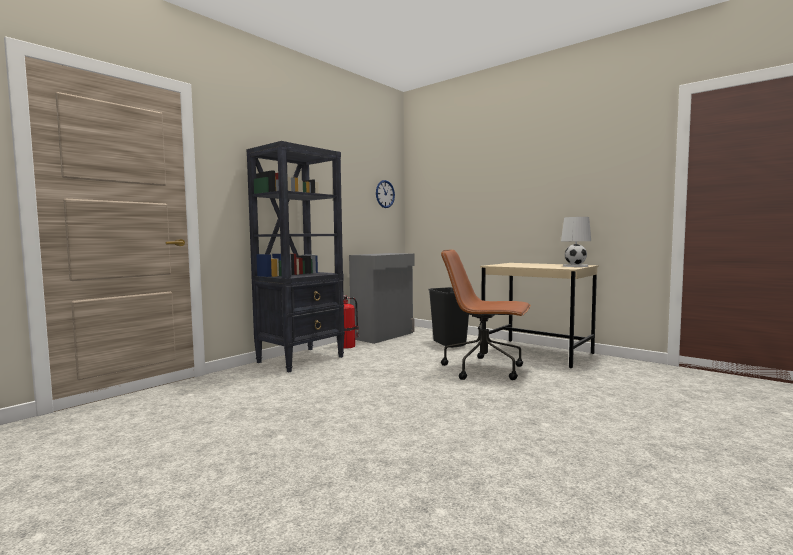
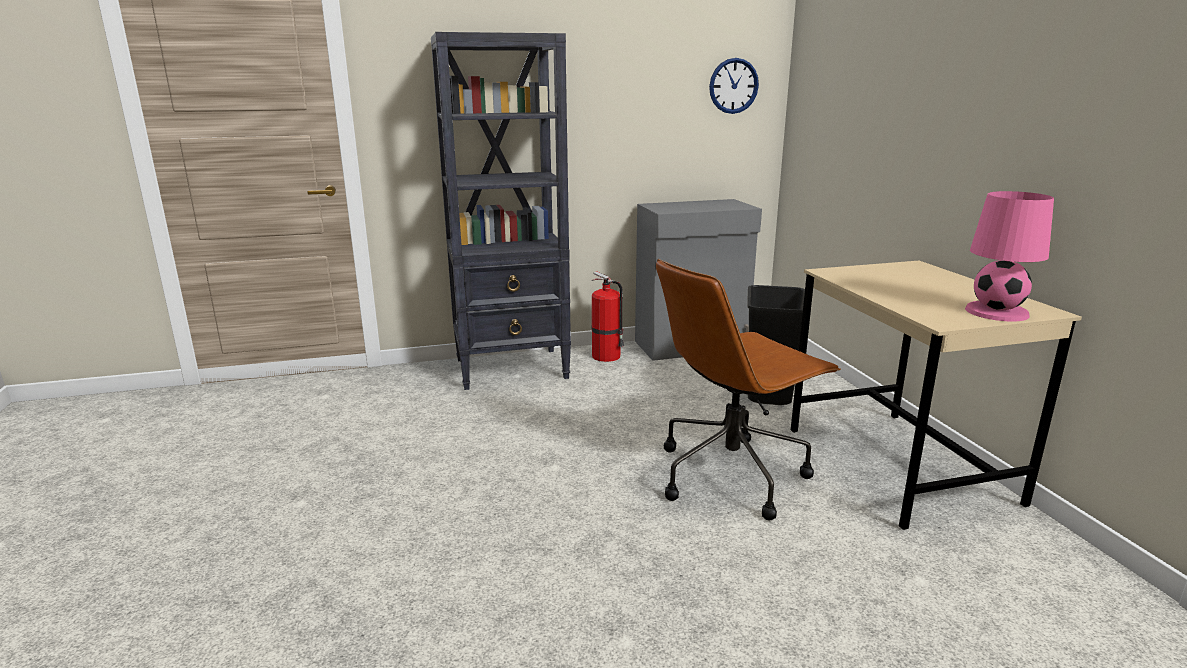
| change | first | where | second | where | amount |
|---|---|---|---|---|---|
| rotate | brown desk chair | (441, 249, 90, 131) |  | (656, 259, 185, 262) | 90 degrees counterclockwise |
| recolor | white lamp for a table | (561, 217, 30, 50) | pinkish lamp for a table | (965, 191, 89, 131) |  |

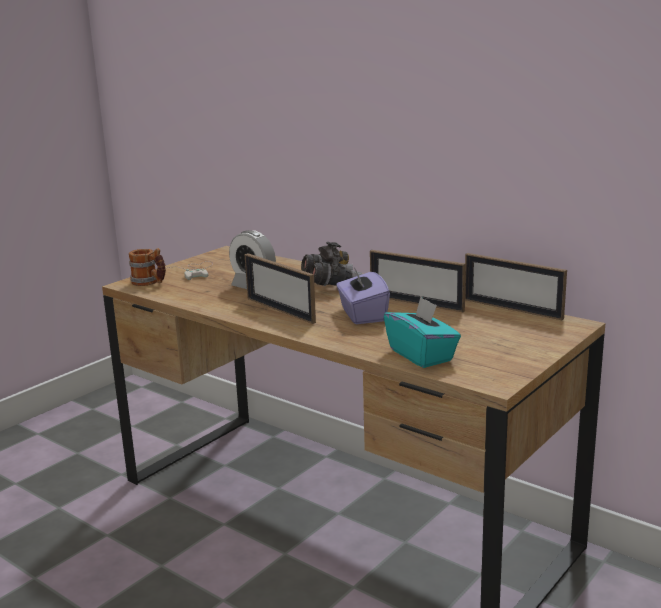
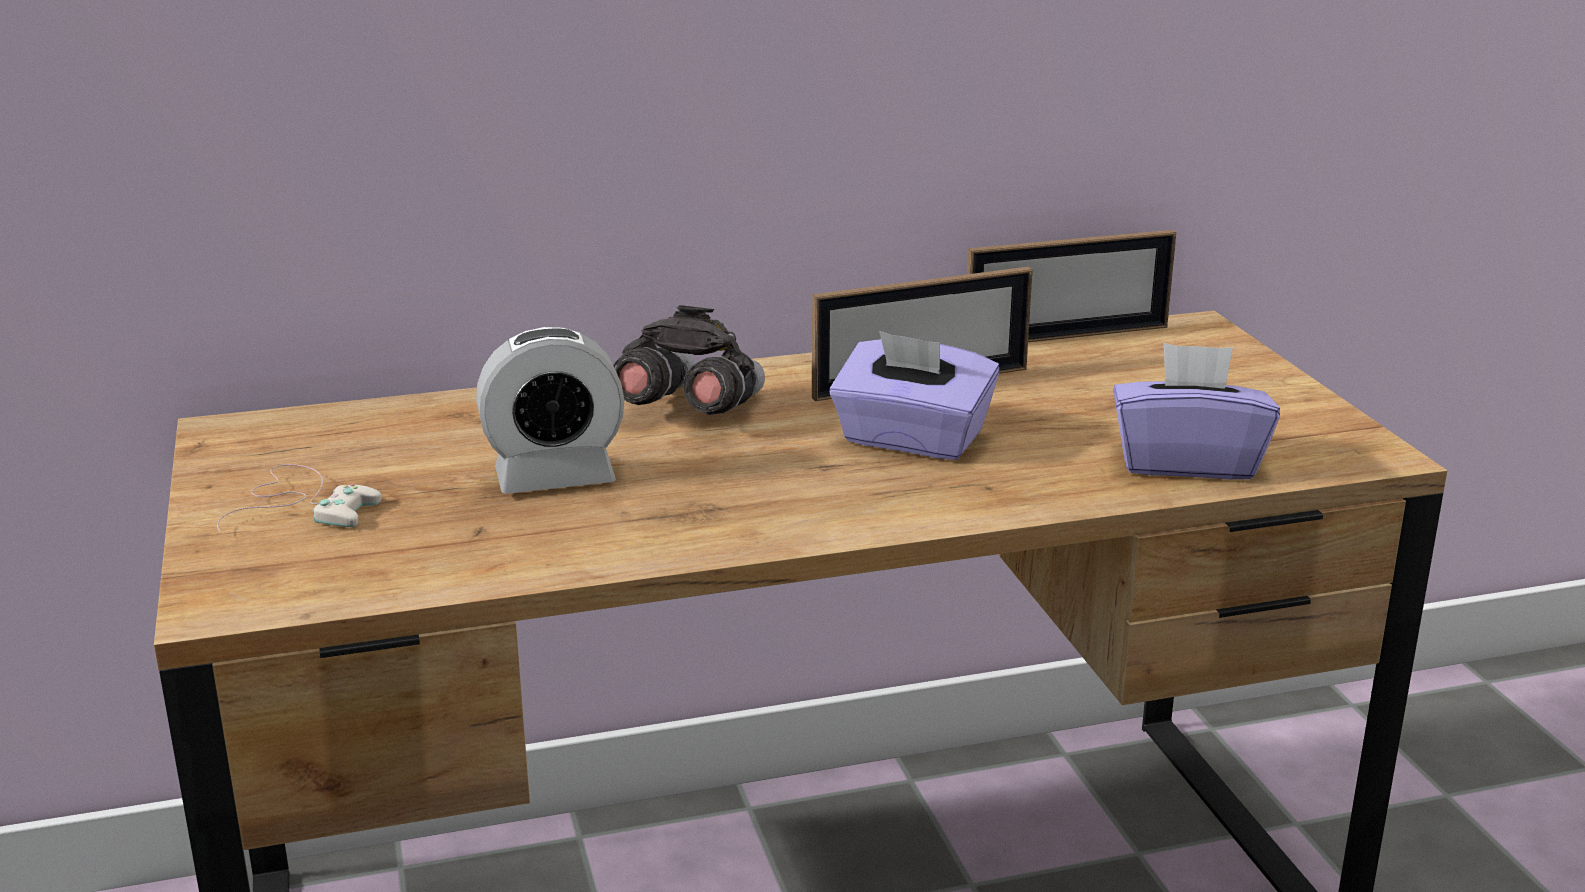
| change | first | where | second | where | amount |
|---|---|---|---|---|---|
| delete | tea mug | (129, 248, 37, 38) |  |  |  |
| delete | photo frame | (245, 253, 71, 71) |  |  |  |
| recolor | turquoise-coloured tissue holder | (384, 297, 77, 71) | purplish tissue holder | (1113, 343, 167, 137) |  |

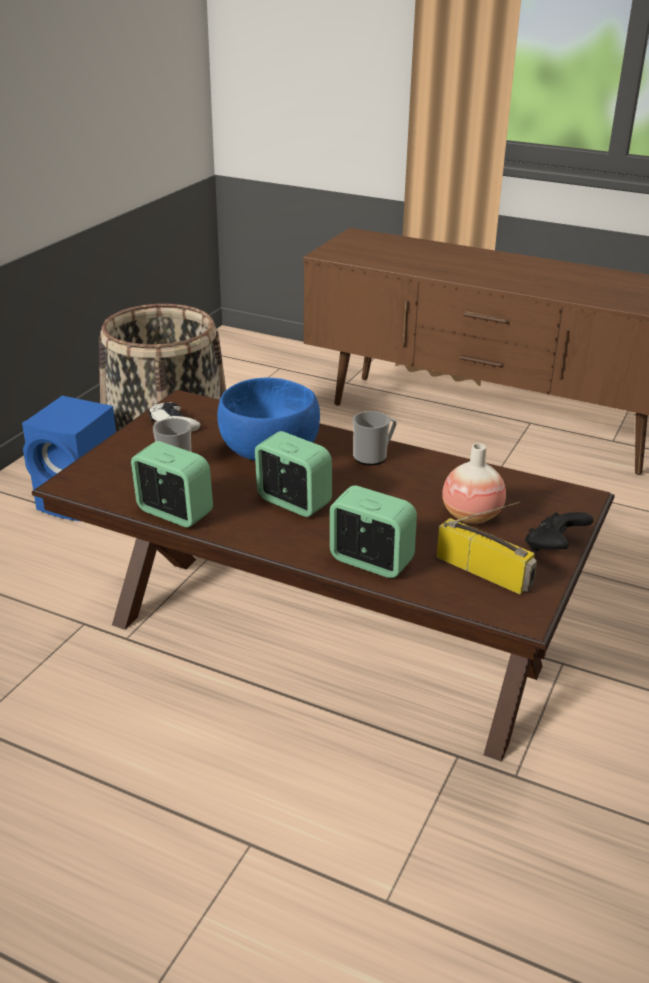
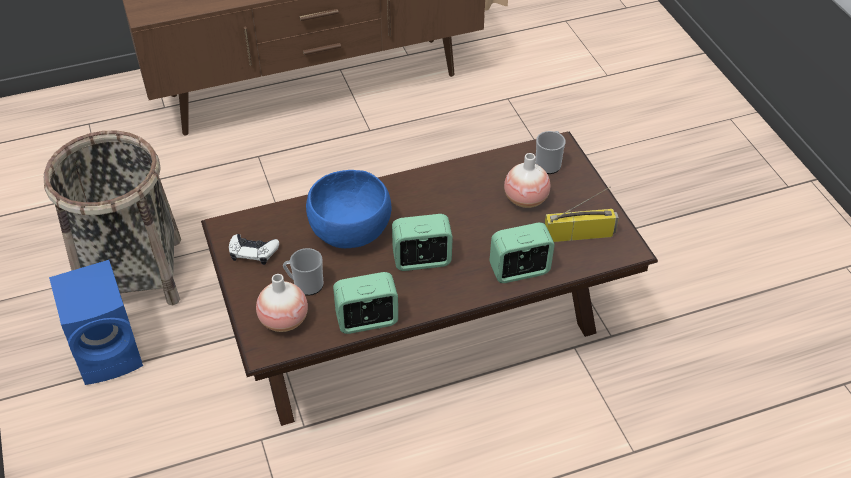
| change | first | where | second | where | amount |
|---|---|---|---|---|---|
| move | tea mug | (353, 411, 44, 55) |  | (535, 131, 31, 43) |  |
| delete | black-coloured gamepad | (525, 512, 69, 39) |  |  |  |
| insert |  |  | decorative vase | (256, 274, 52, 58) |  |

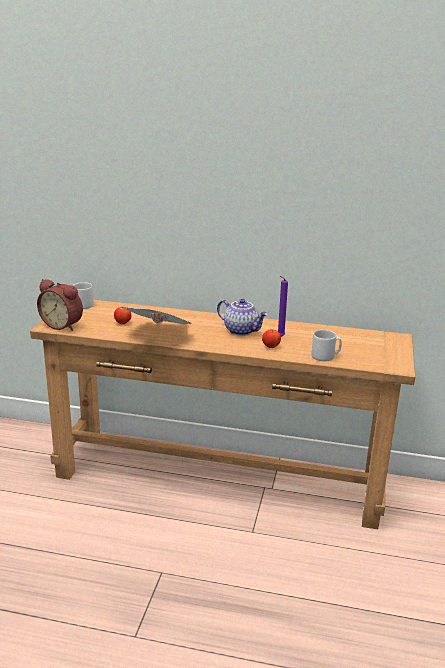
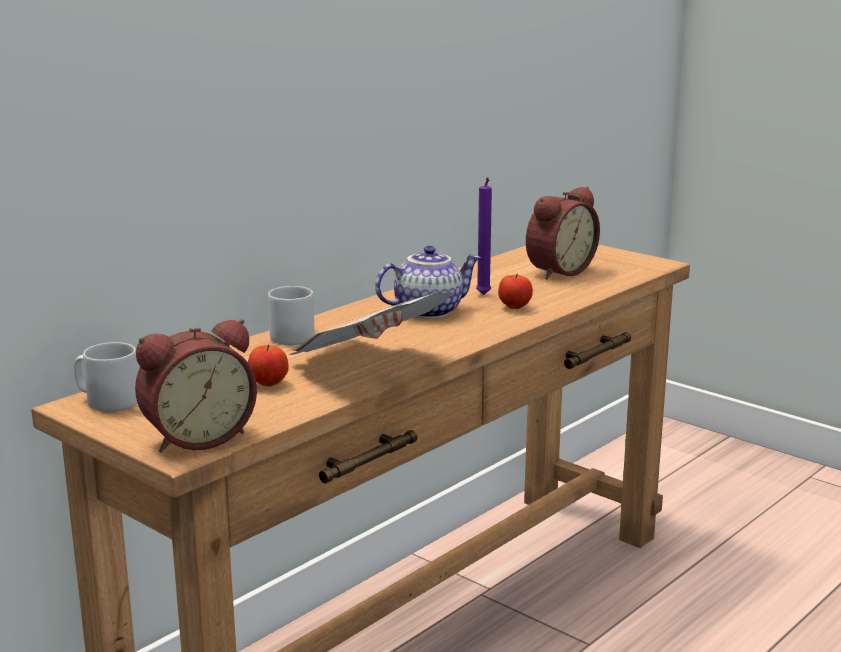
| change | first | where | second | where | amount |
|---|---|---|---|---|---|
| move | grey tea mug | (311, 330, 31, 31) |  | (268, 286, 47, 59) |  |
| insert |  |  | alarm clock | (526, 186, 74, 93) |  |

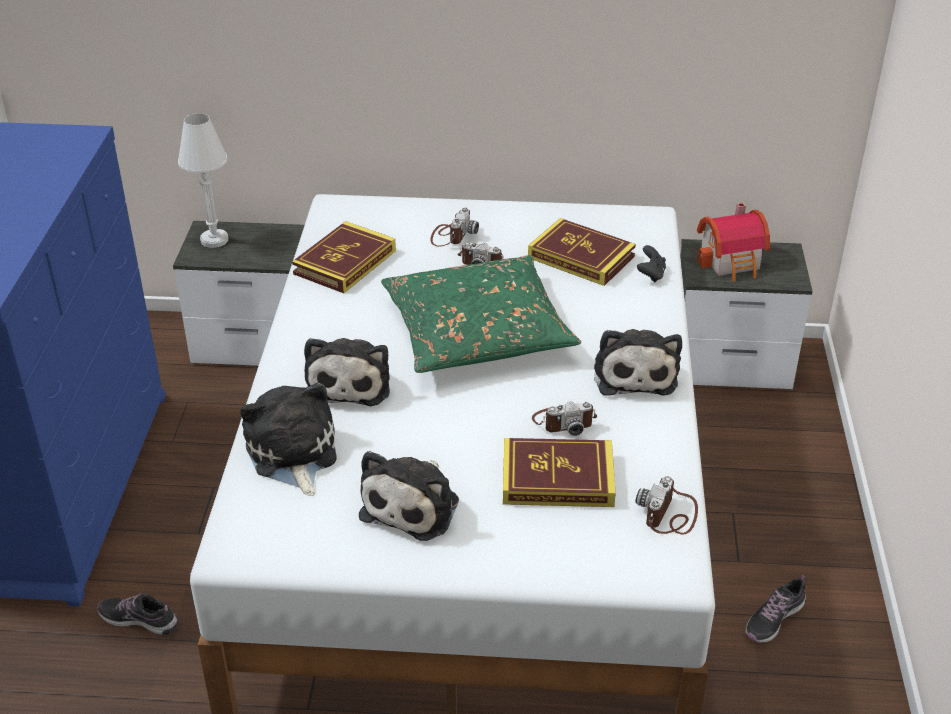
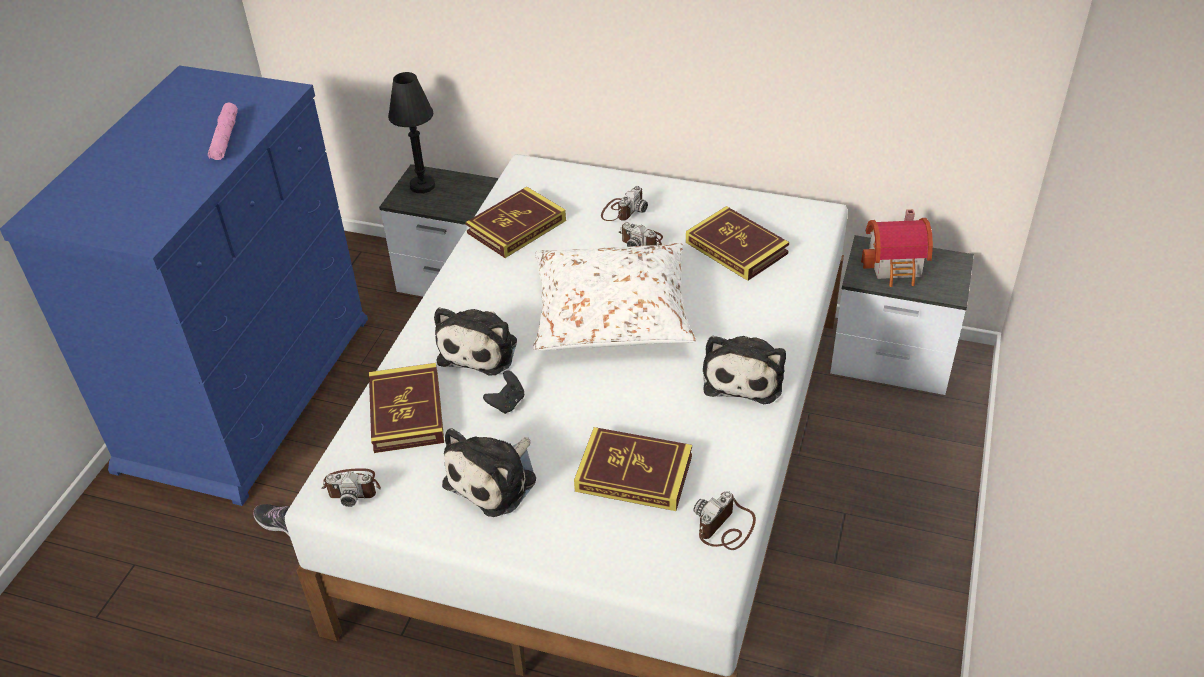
| change | first | where | second | where | amount |
|---|---|---|---|---|---|
| recolor | white lamp for a table | (178, 113, 50, 135) | black-coloured lamp for a table | (388, 72, 47, 121) |  |
| replace | cuddly toy | (240, 382, 97, 114) | volume | (369, 363, 75, 90) |  |
| recolor | green pillow | (381, 255, 200, 118) | white pillow | (533, 243, 163, 108) |  |
| move | photo camera | (532, 402, 65, 34) |  | (322, 468, 59, 39) |  |
| move | black-coloured gamepad | (637, 245, 29, 37) |  | (483, 370, 41, 44) |  |
| delete | low shoe | (745, 575, 61, 68) |  |  |  |
| insert |  |  | pinkish flashlight | (208, 103, 30, 57) |  |

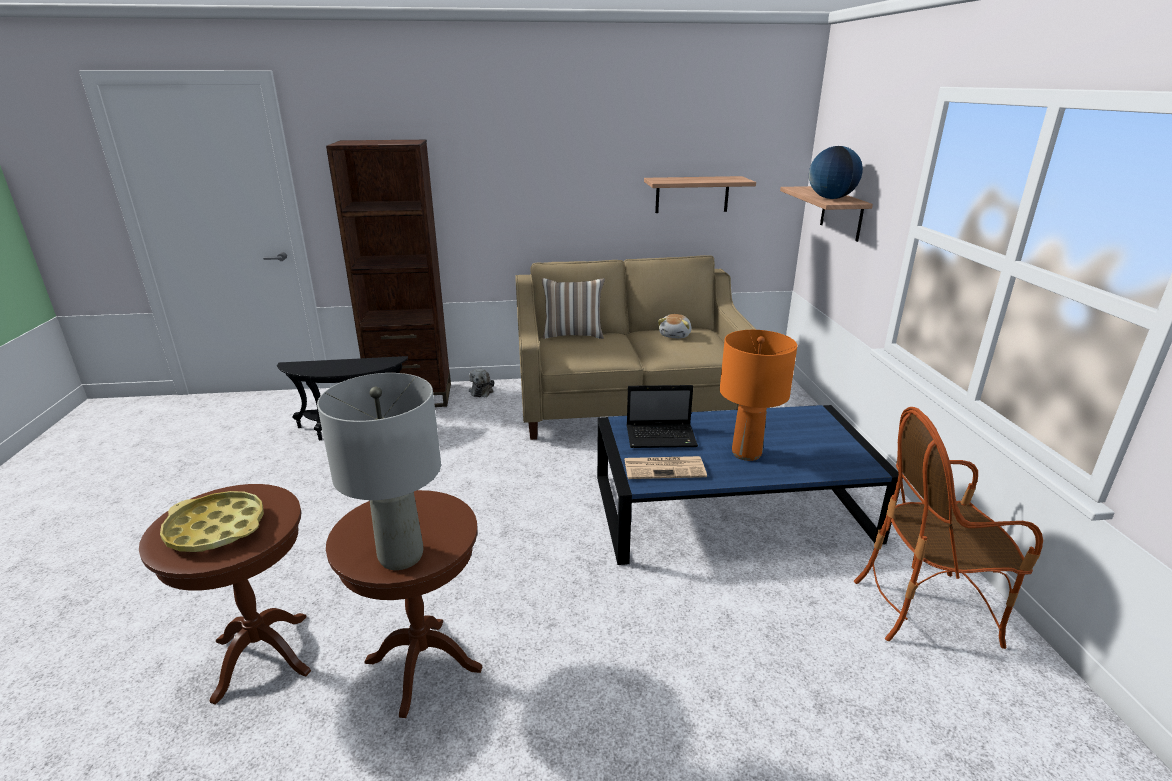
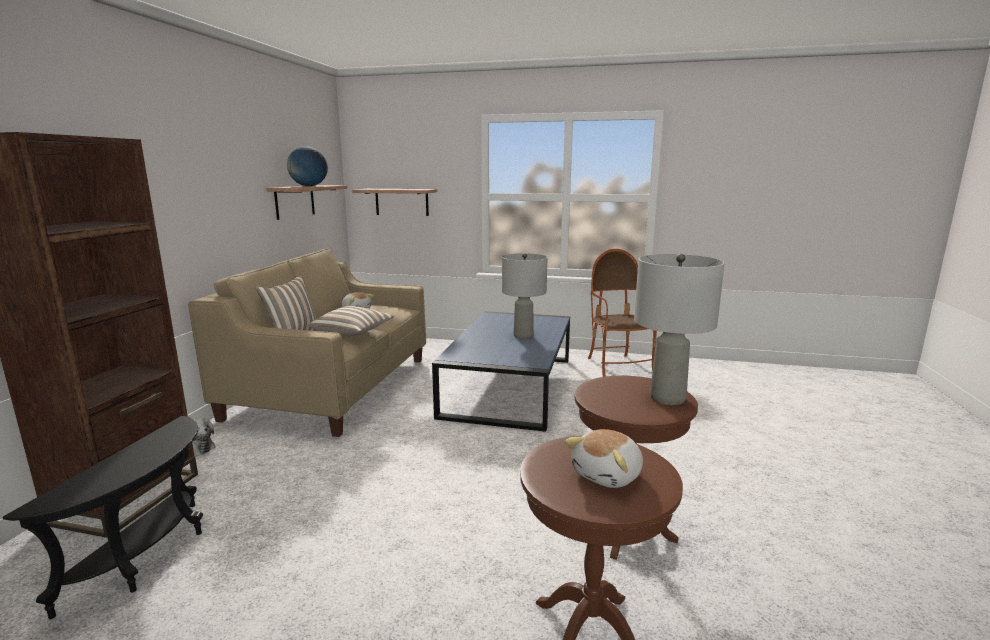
| change | first | where | second | where | amount |
|---|---|---|---|---|---|
| replace | yellow-coloured serving tray | (160, 491, 104, 61) | cuddly toy | (565, 429, 78, 59) |  |
| delete | daily paper | (624, 456, 83, 23) |  |  |  |
| delete | laptop | (627, 385, 71, 63) |  |  |  |
| recolor | orangey lamp for a table | (720, 330, 77, 131) | grey lamp for a table | (502, 253, 46, 86) |  |
| move | world globe | (809, 146, 54, 53) |  | (287, 146, 41, 40) |  |
| rotate | lounge chair | (854, 407, 189, 242) |  | (588, 249, 69, 128) | 150 degrees clockwise |
| insert |  |  | pillow | (309, 306, 85, 29) |  |

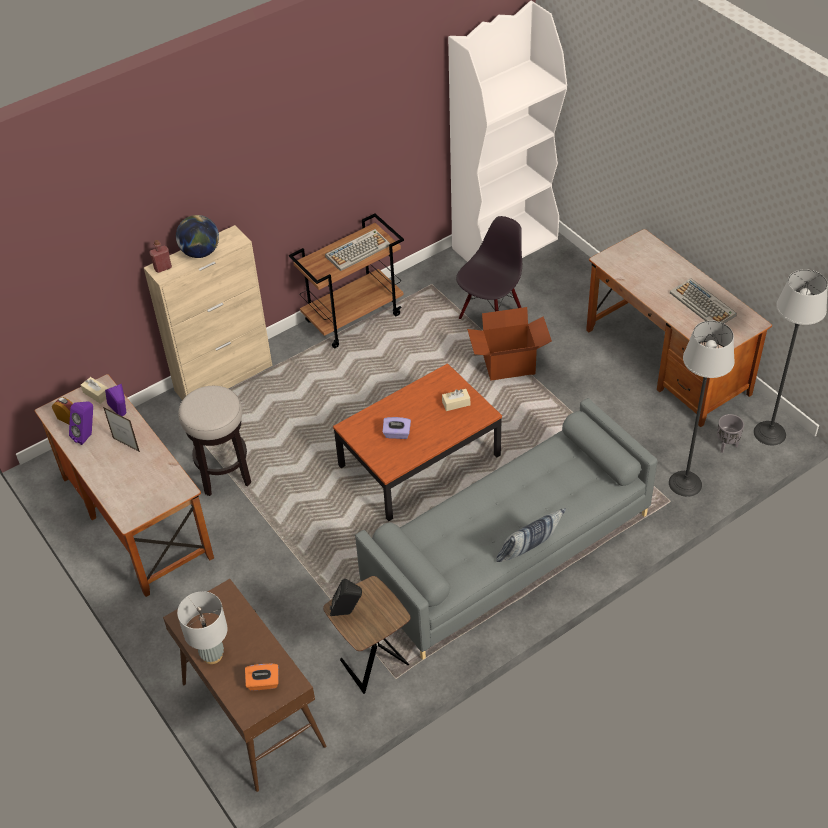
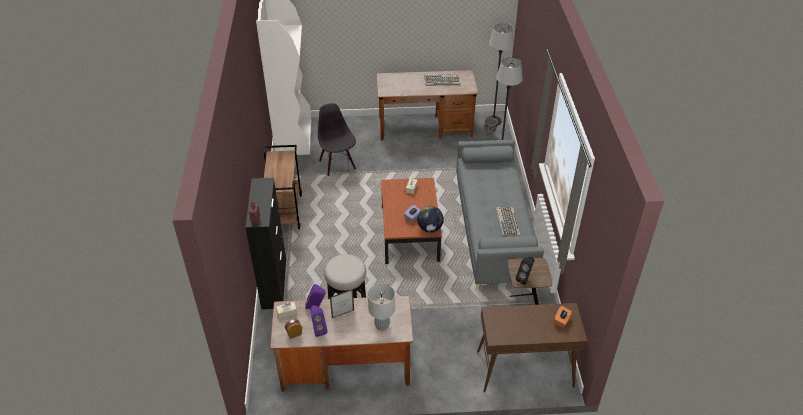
| change | first | where | second | where | amount |
|---|---|---|---|---|---|
| recolor | beige-coloured cupboard | (144, 225, 128, 175) | black-coloured cupboard | (245, 178, 41, 131) |  |
| move | world globe | (176, 215, 43, 43) |  | (417, 206, 27, 26) |  |
| move | grey lamp for a table | (177, 591, 51, 73) |  | (368, 283, 27, 48) |  |
| move | PC keyboard | (325, 229, 65, 42) |  | (495, 207, 26, 30) |  |
| delete | cardboard box | (467, 307, 85, 74) |  |  |  |
| delete | pillow | (496, 508, 70, 54) |  |  |  |

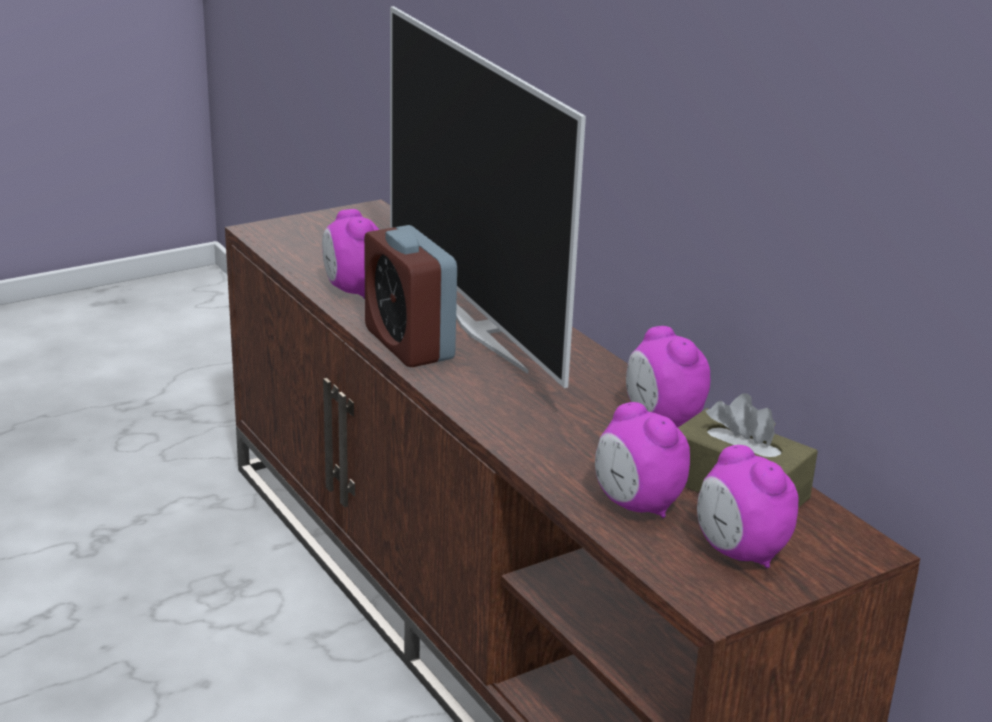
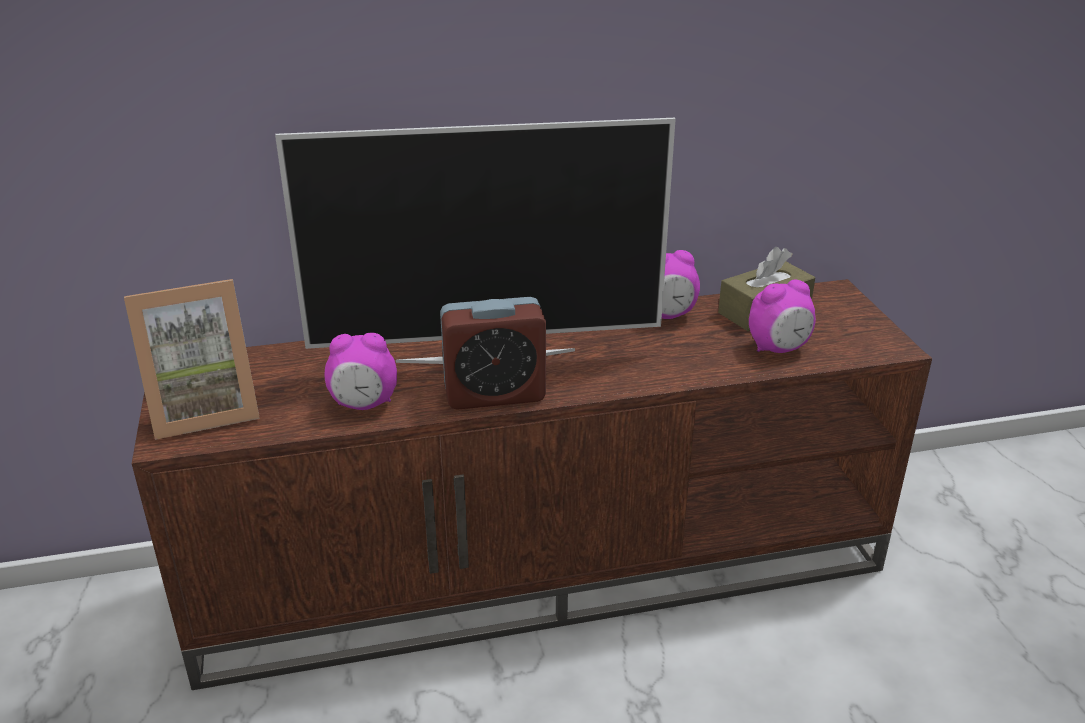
| change | first | where | second | where | amount |
|---|---|---|---|---|---|
| delete | alarm clock | (697, 445, 101, 123) |  |  |  |
| insert |  |  | photo frame | (124, 279, 136, 161) |  |

